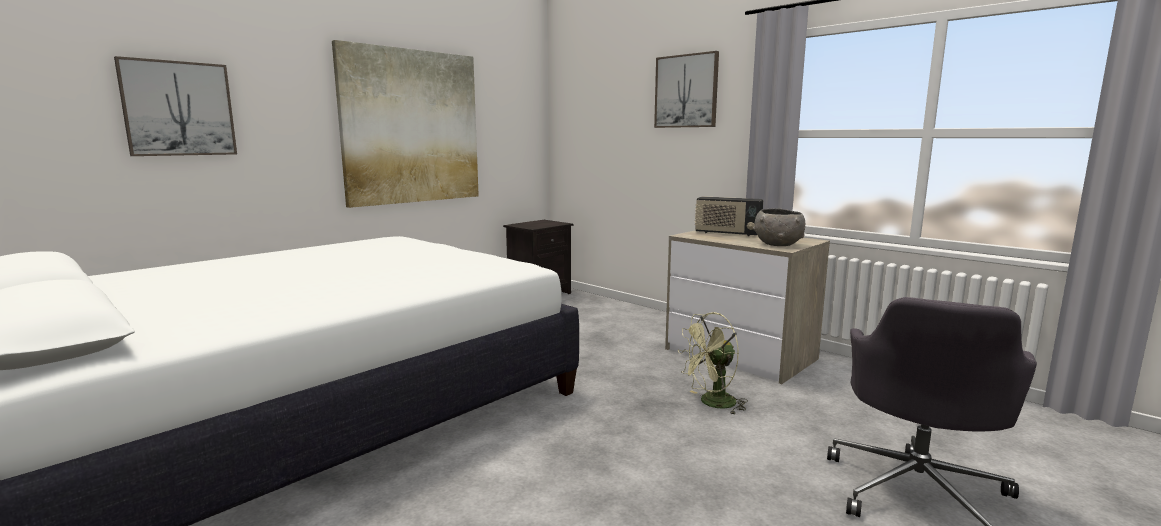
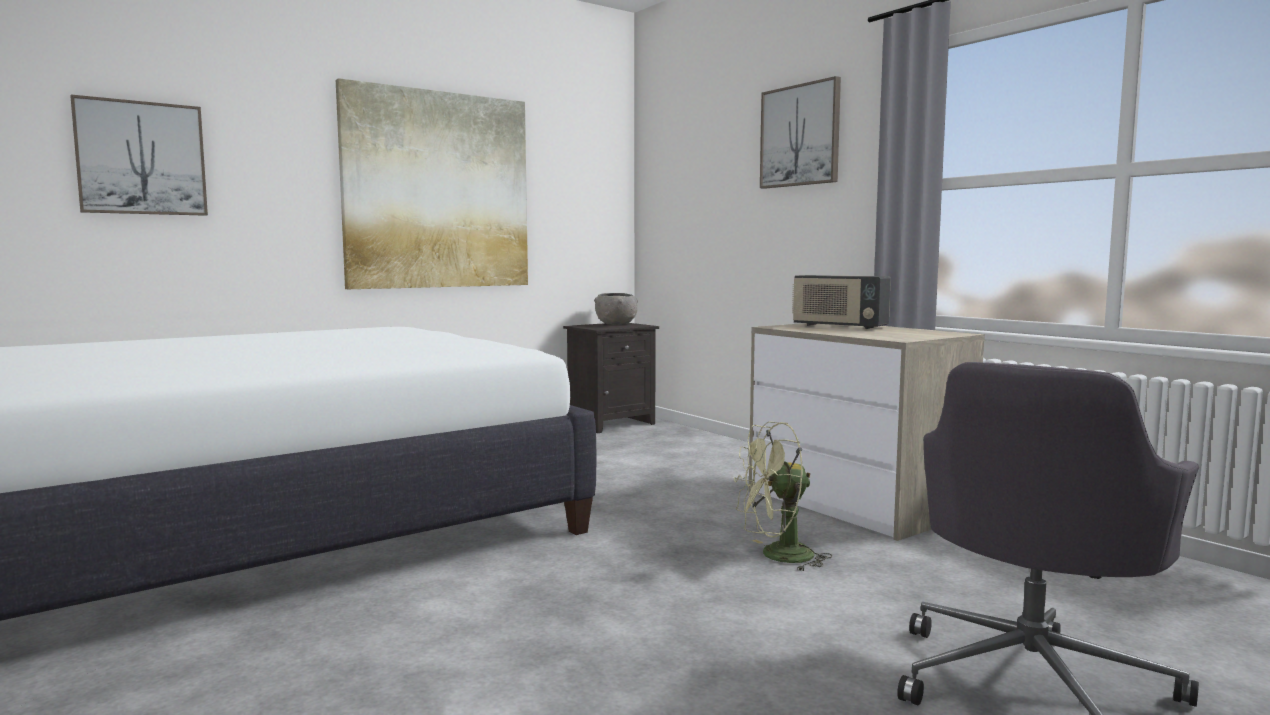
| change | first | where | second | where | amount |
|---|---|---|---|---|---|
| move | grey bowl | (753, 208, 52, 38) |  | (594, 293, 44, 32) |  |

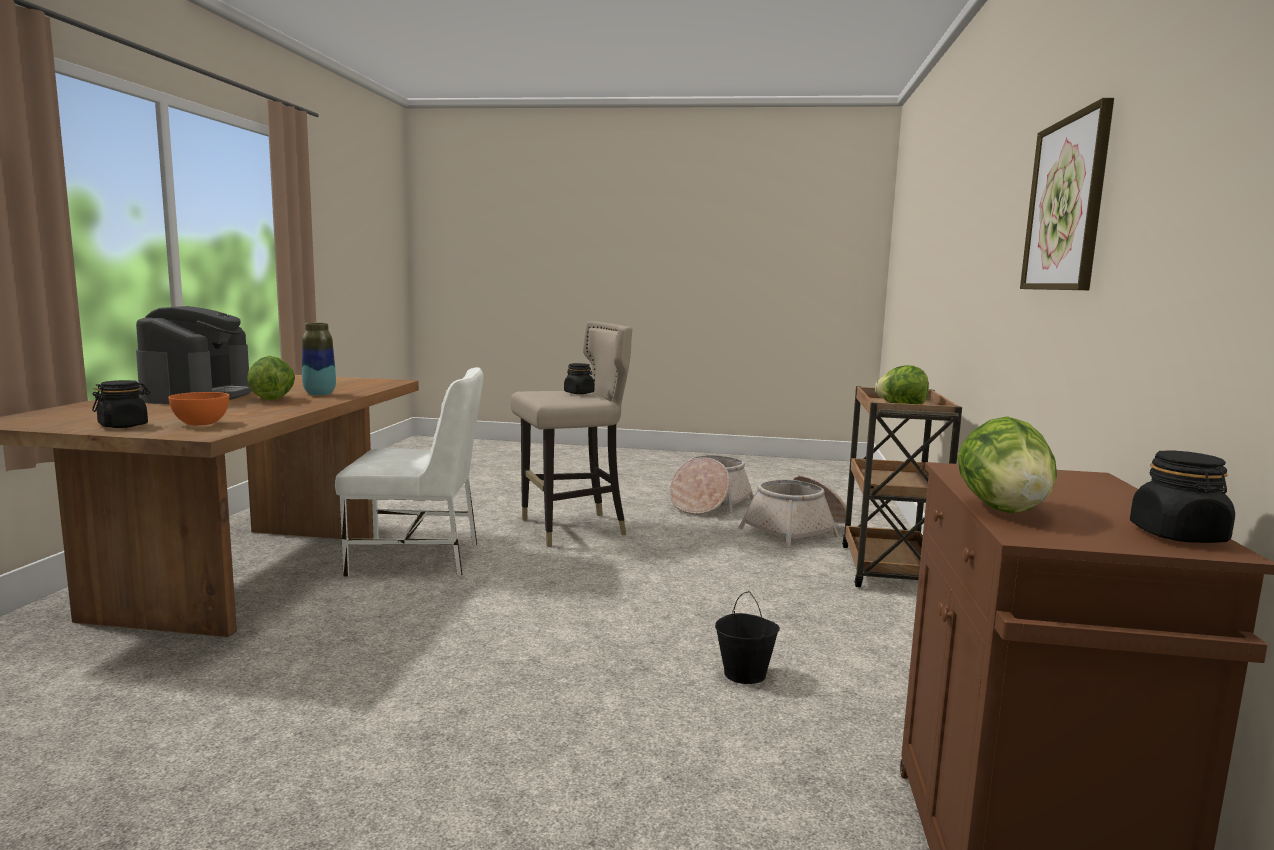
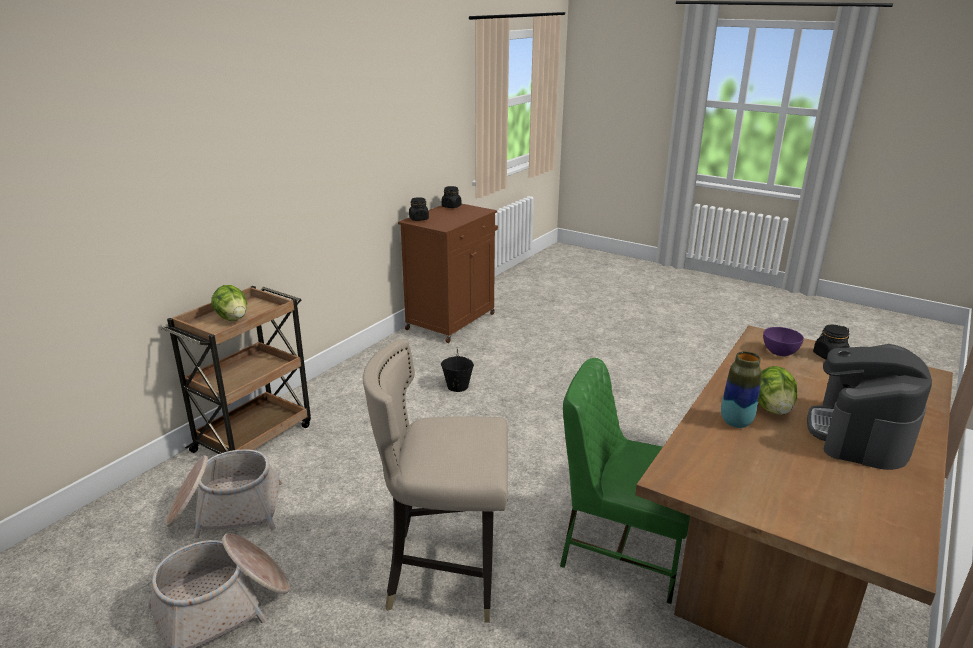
| change | first | where | second | where | amount |
|---|---|---|---|---|---|
| recolor | orangey bowl | (168, 392, 61, 33) | purplish bowl | (763, 327, 41, 29) |  |
| recolor | white plain chair | (335, 367, 149, 210) | green plain chair | (560, 358, 130, 246) |  |
| move | black-coloured storage jar | (564, 363, 30, 31) |  | (409, 197, 20, 24) |  |
| delete | lettuce | (958, 416, 99, 97) |  |  |  |
| delete | wall art | (1020, 98, 94, 192) |  |  |  |

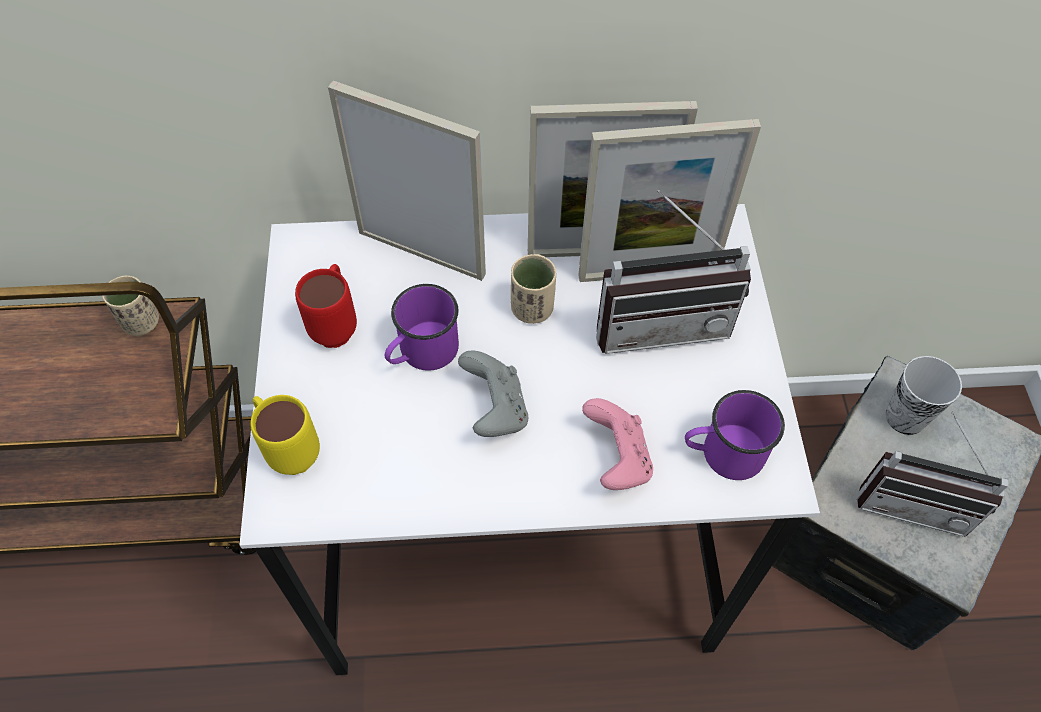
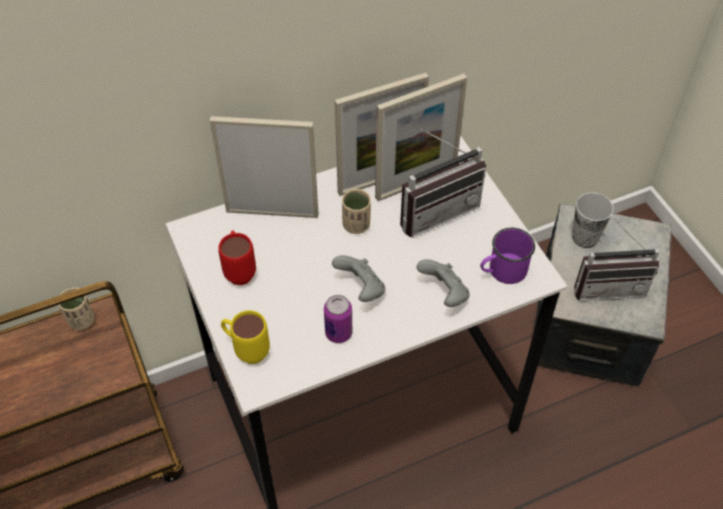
| change | first | where | second | where | amount |
|---|---|---|---|---|---|
| delete | purplish tea mug | (385, 284, 74, 87) |  |  |  |
| recolor | pinkish gamepad | (582, 398, 71, 92) | grey gamepad | (417, 259, 53, 48) |  |
| insert |  |  | sealed can | (324, 295, 28, 48) |  |

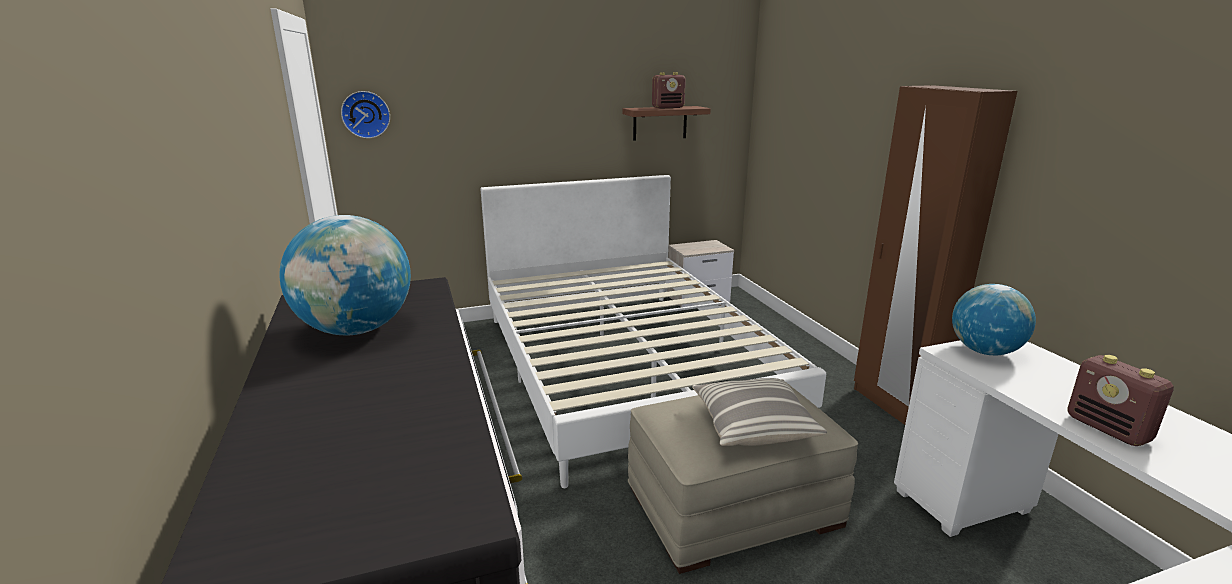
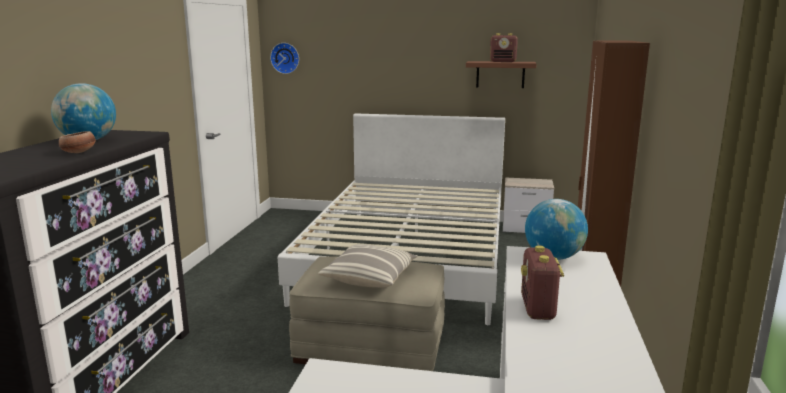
| change | first | where | second | where | amount |
|---|---|---|---|---|---|
| insert |  |  | bowl | (59, 131, 37, 22) |  |

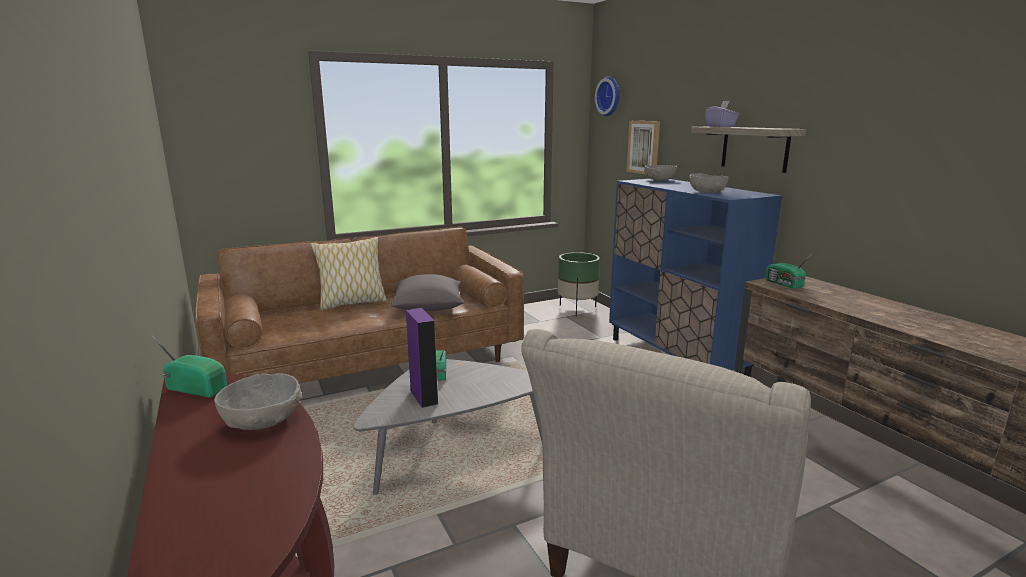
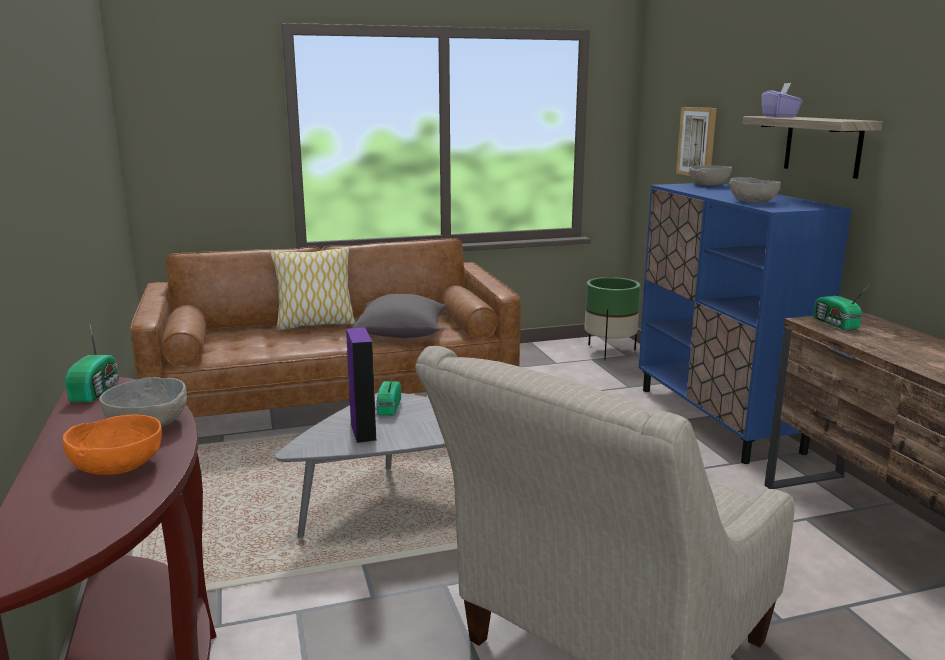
| change | first | where | second | where | amount |
|---|---|---|---|---|---|
| rotate | radio set | (151, 335, 76, 63) |  | (65, 325, 55, 77) | 60 degrees clockwise |
| delete | wall clock | (595, 76, 25, 40) |  |  |  |
| insert |  |  | orangey bowl | (63, 415, 99, 60) |  |

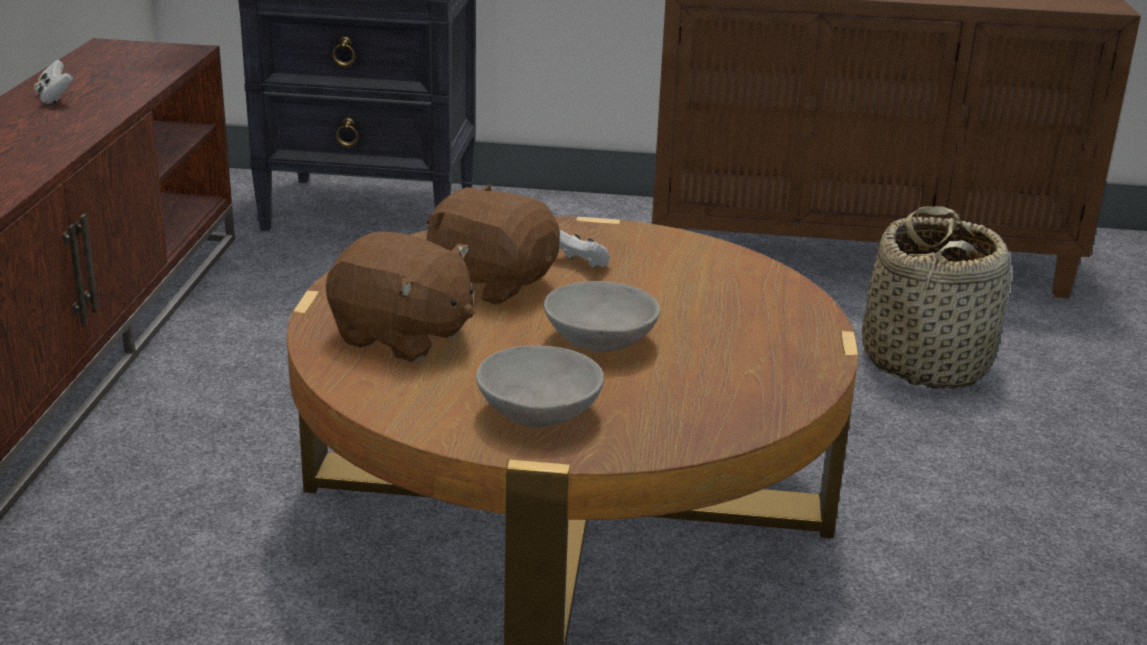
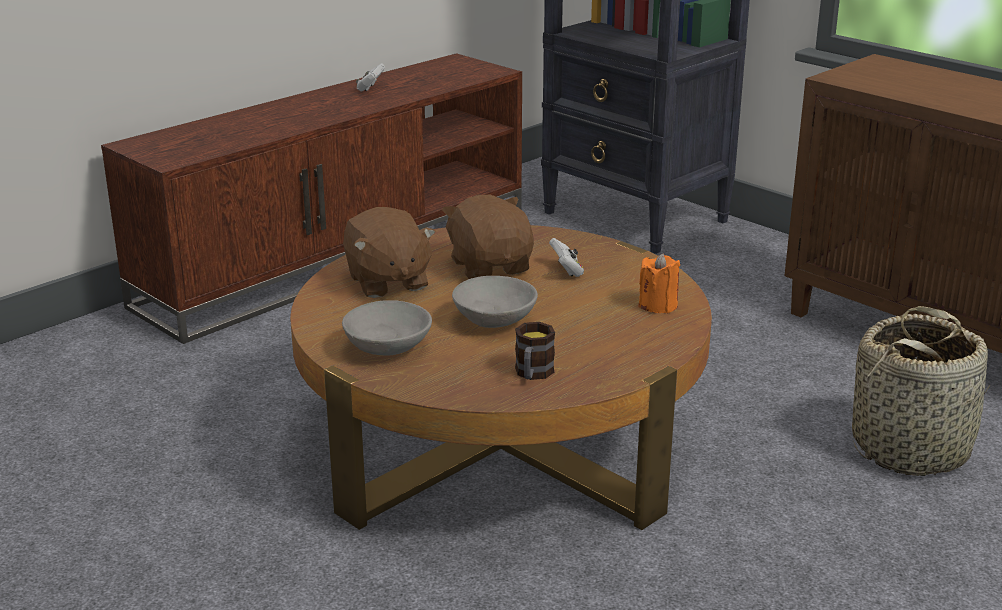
| change | first | where | second | where | amount |
|---|---|---|---|---|---|
| insert |  |  | tea mug | (515, 322, 40, 58) |  |
| insert |  |  | orangey wax candle | (638, 253, 42, 60) |  |

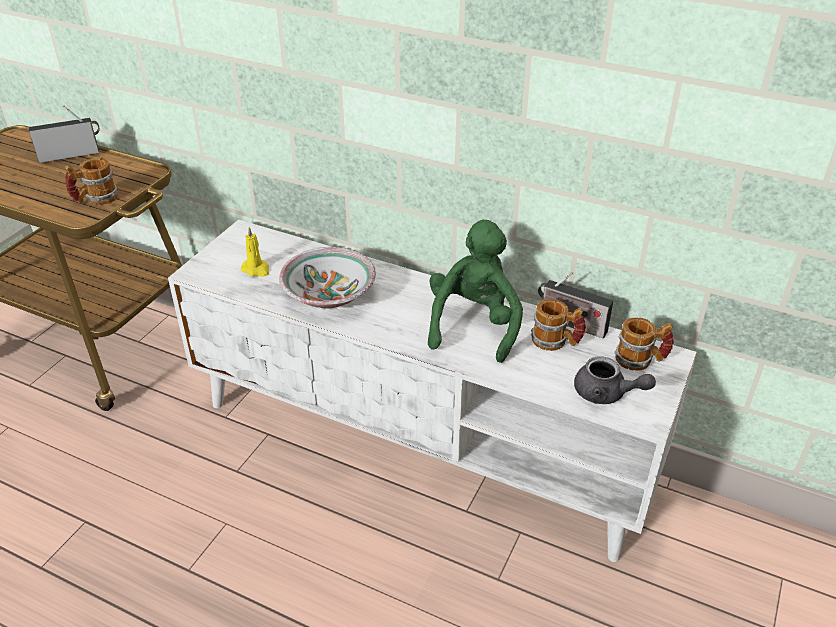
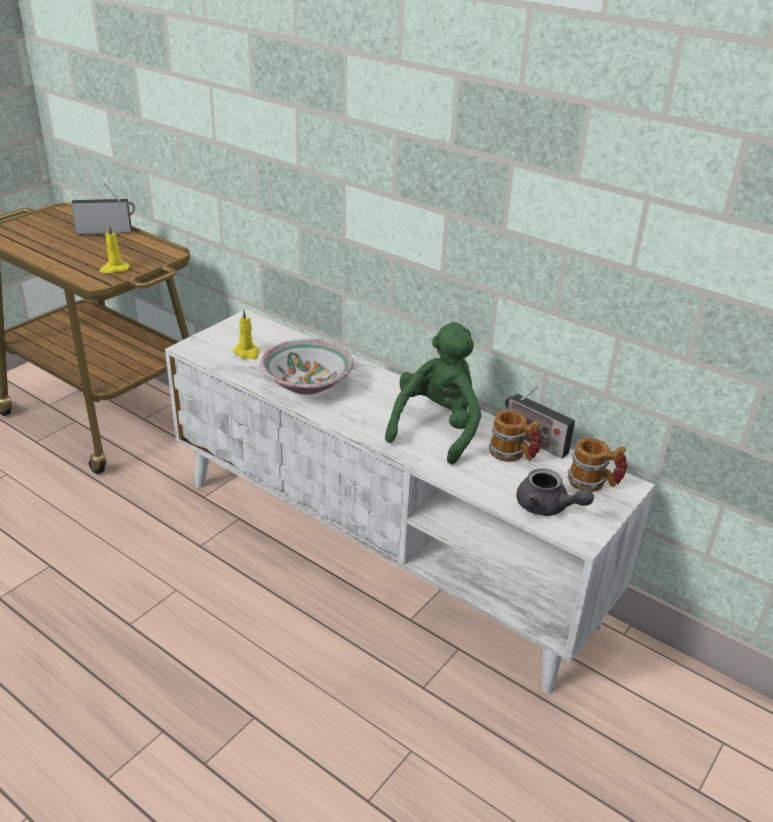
| change | first | where | second | where | amount |
|---|---|---|---|---|---|
| replace | tea mug | (65, 157, 53, 48) | yellow-coloured wax candle | (100, 225, 29, 48) |  |

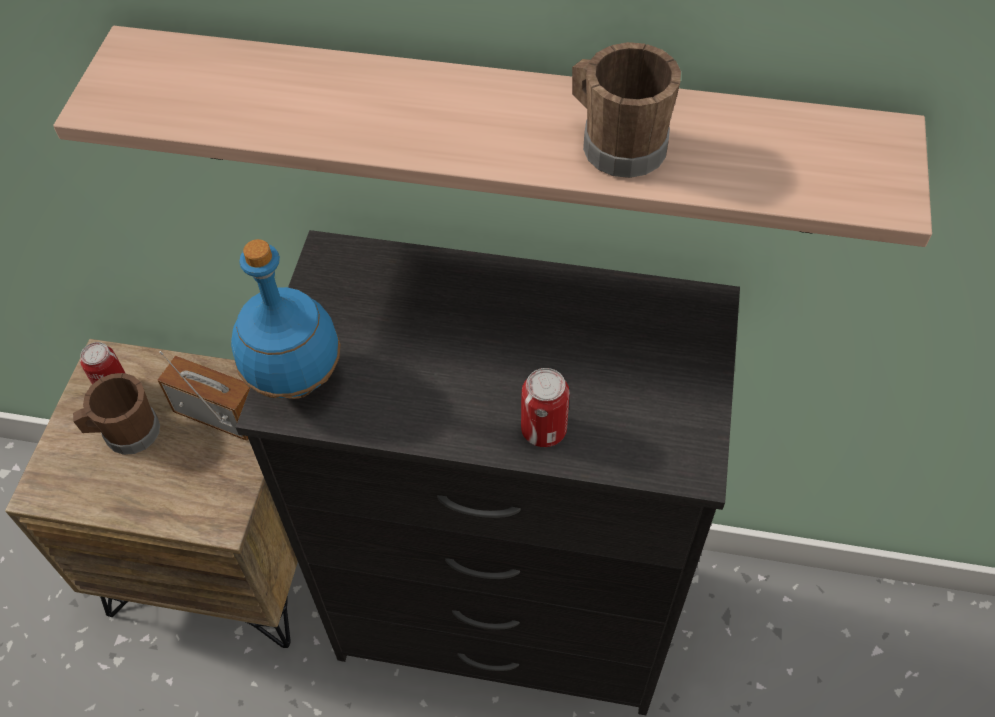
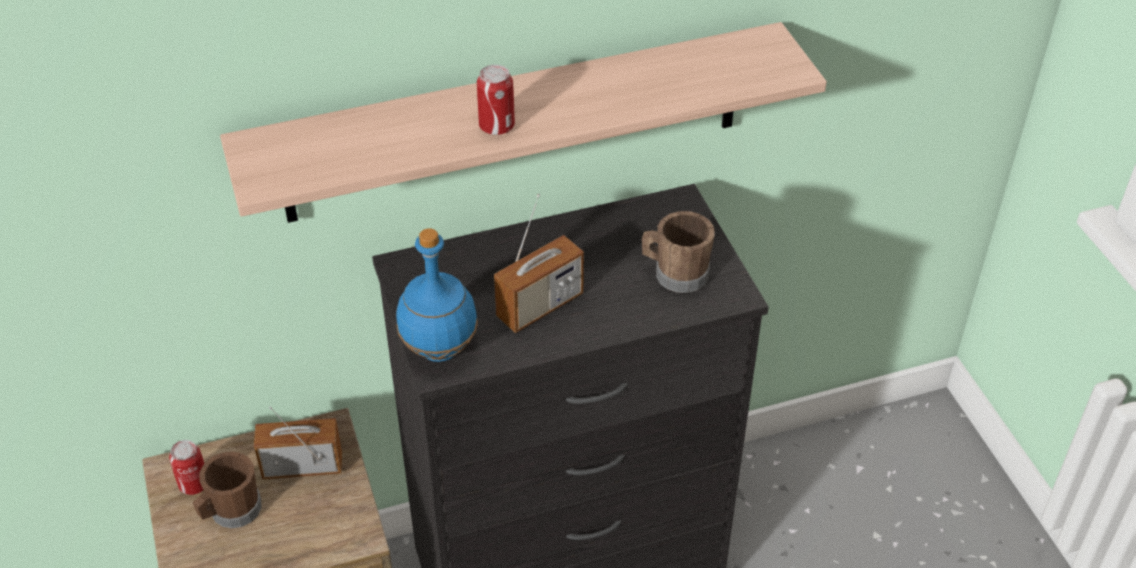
| change | first | where | second | where | amount |
|---|---|---|---|---|---|
| move | sealed can | (521, 368, 49, 79) |  | (477, 65, 38, 70) |  |
| move | brown tea mug | (572, 42, 109, 136) |  | (642, 211, 73, 82) |  |
| insert |  |  | radio set | (494, 194, 90, 139) |  |

